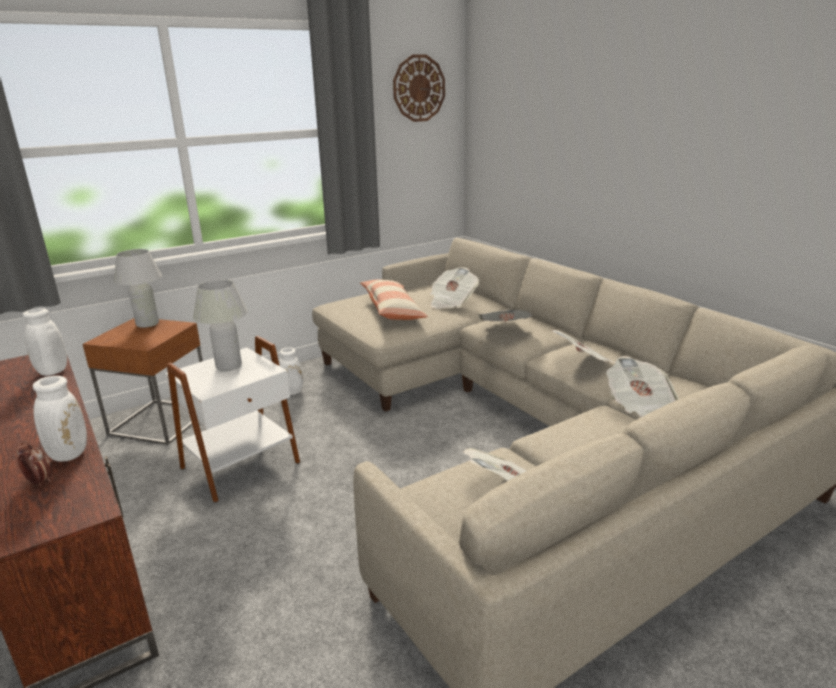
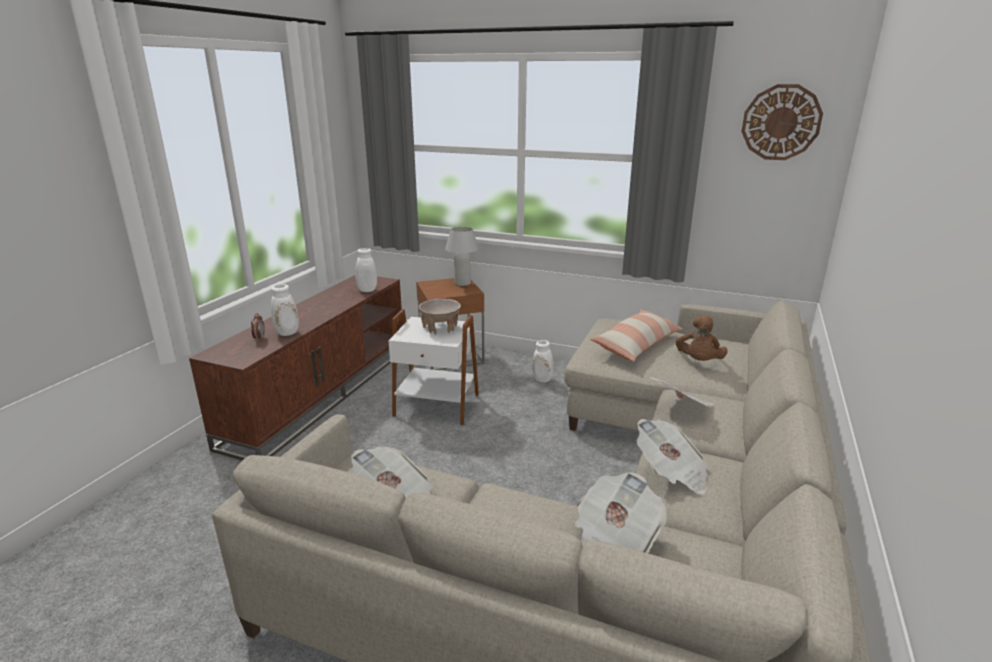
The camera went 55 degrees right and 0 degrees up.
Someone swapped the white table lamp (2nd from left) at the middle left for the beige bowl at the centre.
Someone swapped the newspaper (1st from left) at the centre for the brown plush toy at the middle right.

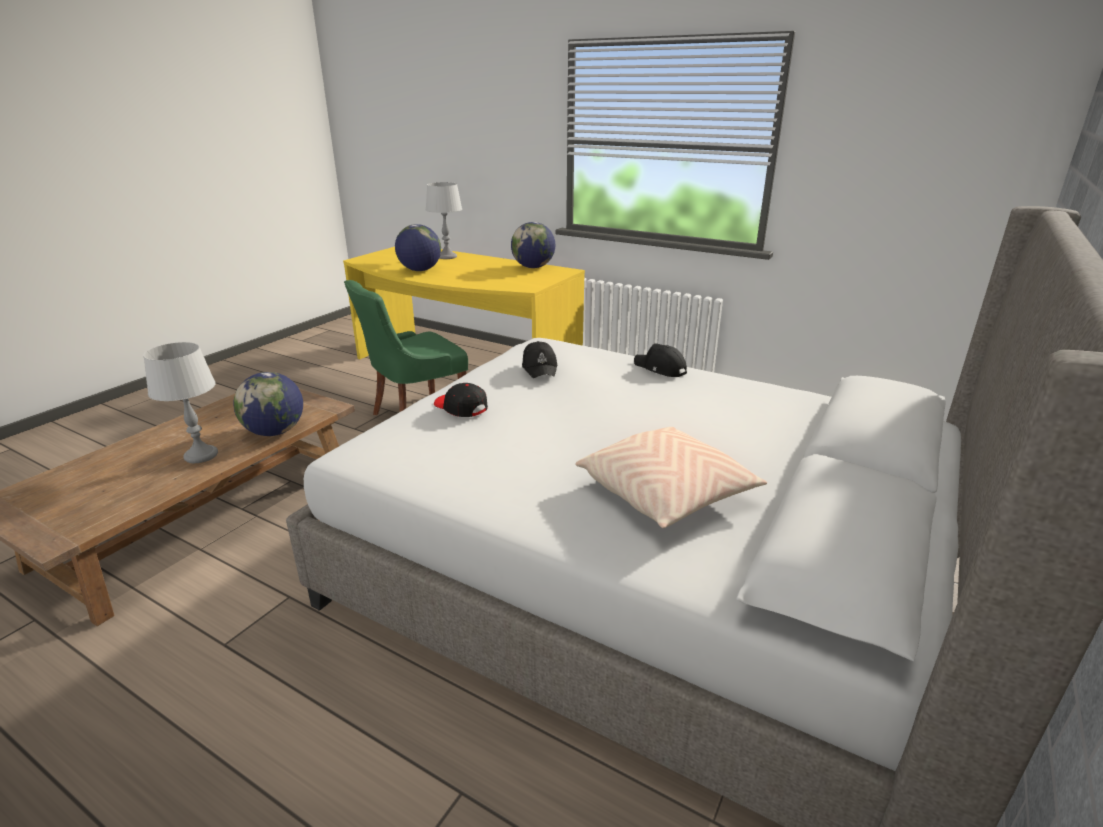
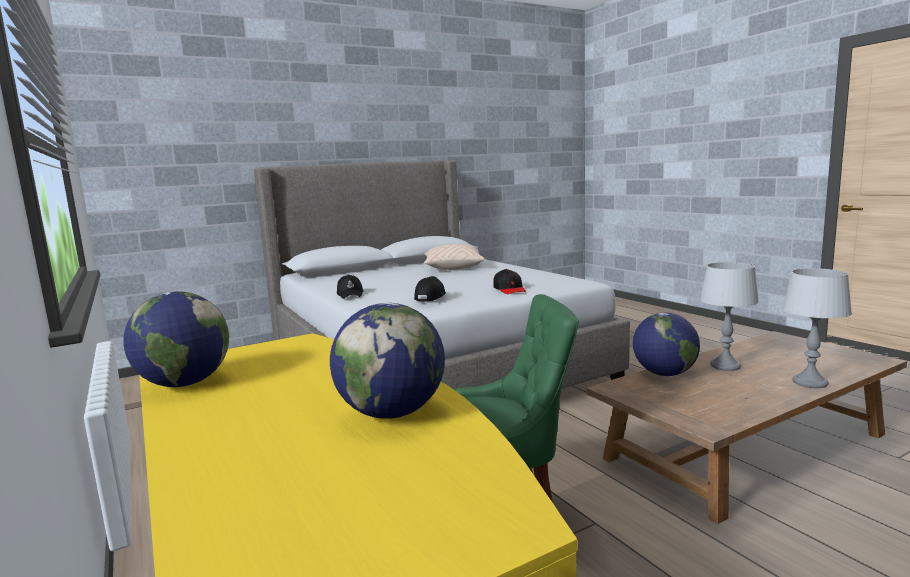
The camera went 150 degrees left and 15 degrees down.
Someone carried the grey table lamp (2nd from left) from the top centre to the middle right.

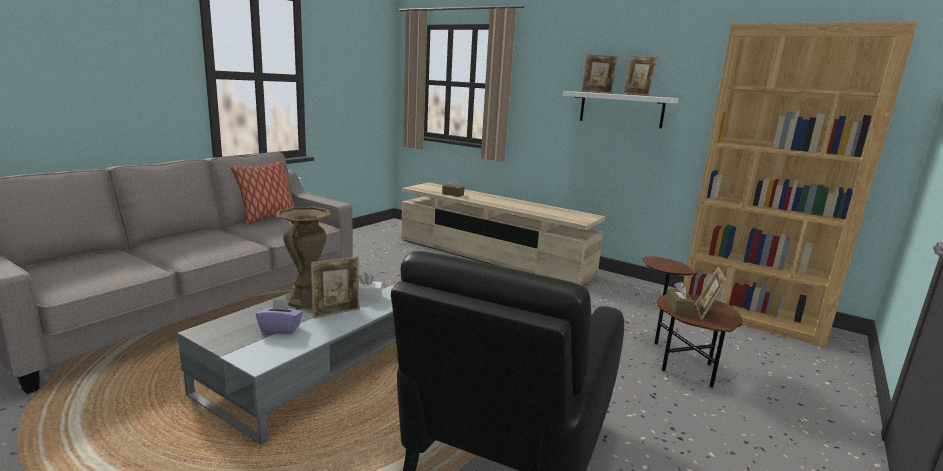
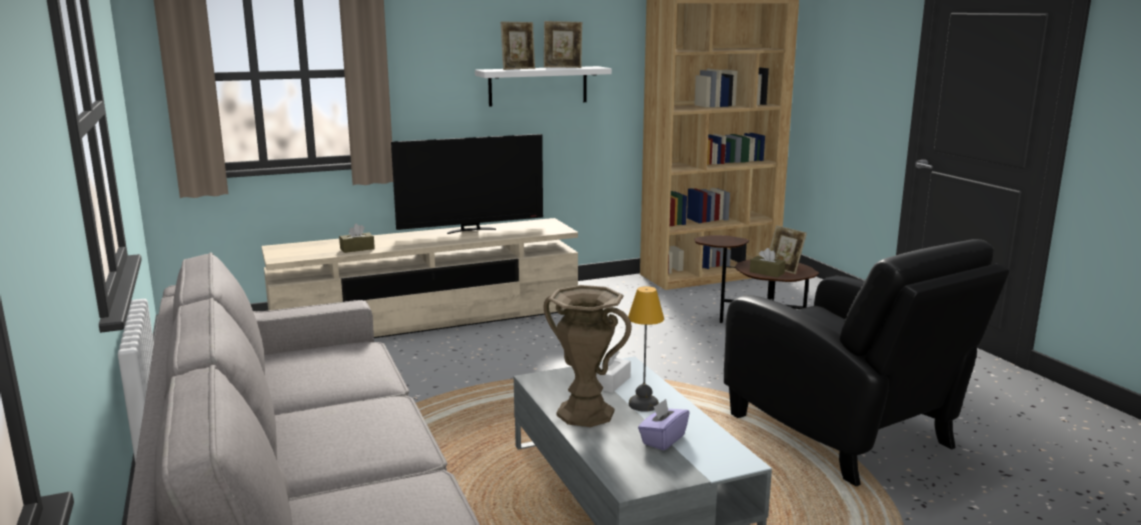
The camera went 55 degrees left and 0 degrees up.
Someone put down the television at the centre.
Someone swapped the picture frame (1st from left) at the centre for the table lamp at the centre.
Someone took away the pillow at the middle left.

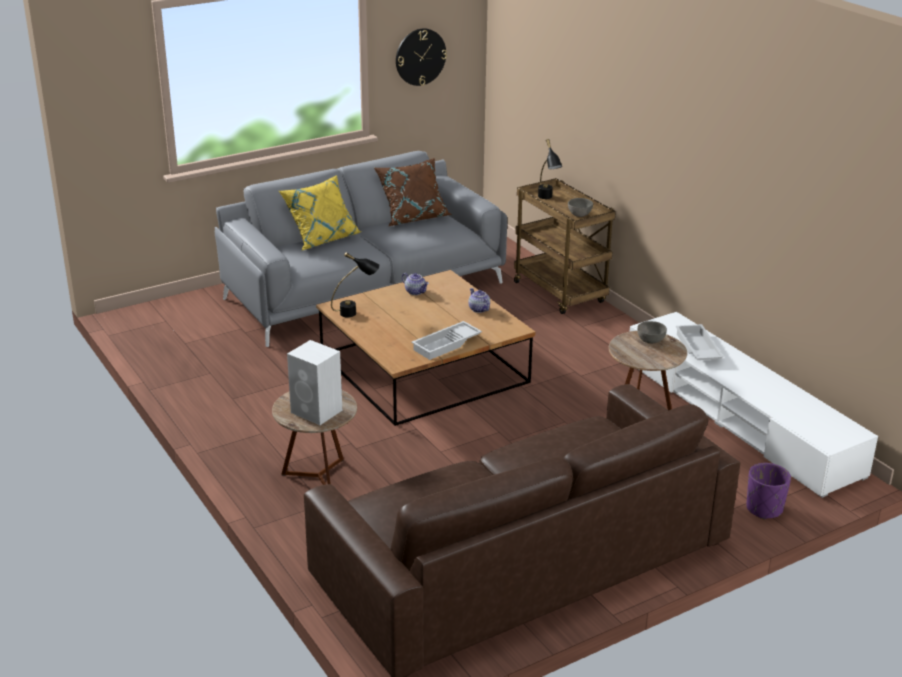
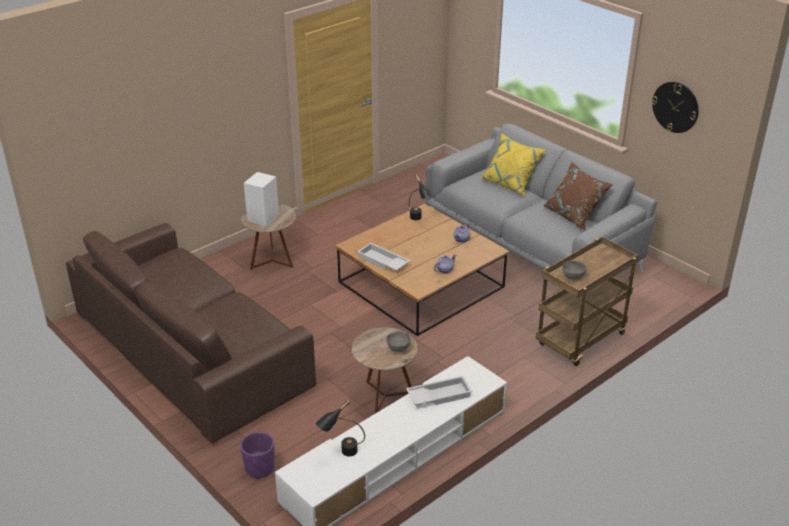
The camera went 80 degrees right and 5 degrees up.
Someone carried the black table lamp (2nd from left in the first image) from the top centre to the bottom centre.

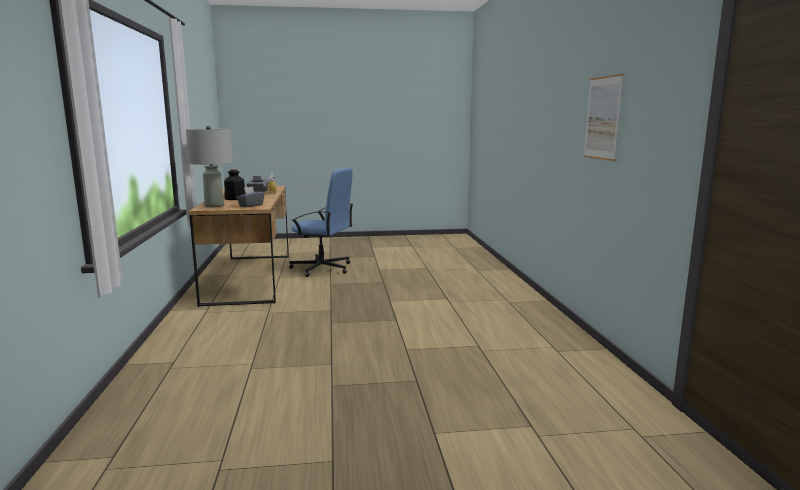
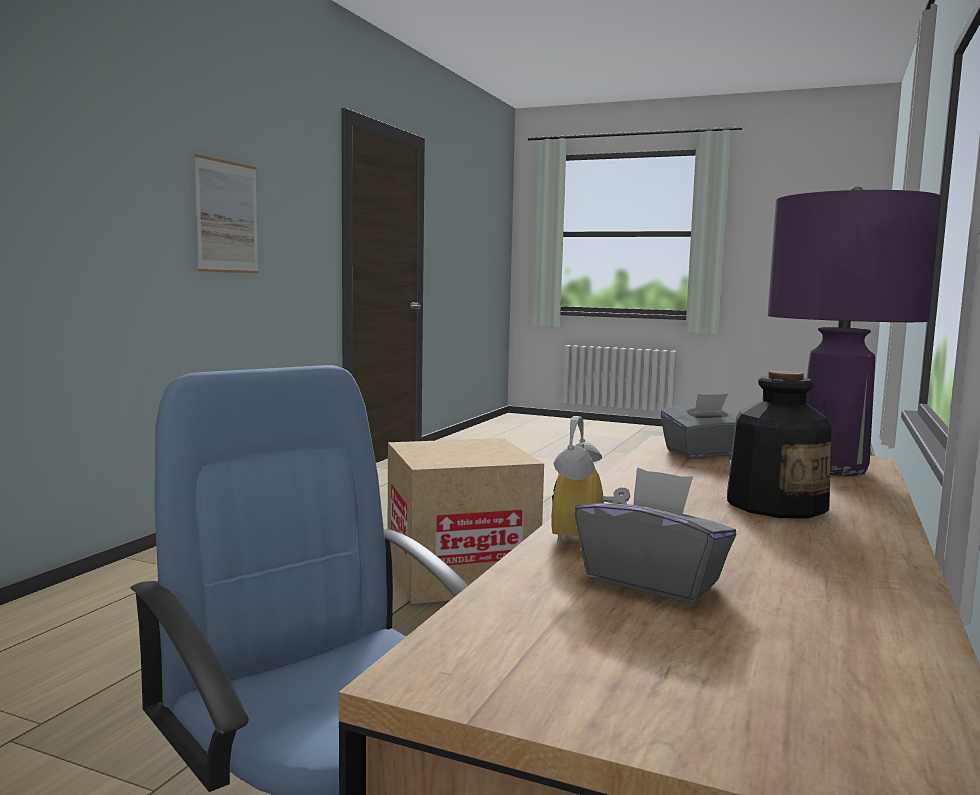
The camera went 150 degrees left and 5 degrees down.
Someone put down the cardboard box at the centre.
Someone repainted the grey table lamp at the middle left, which became the purple table lamp at the middle right.

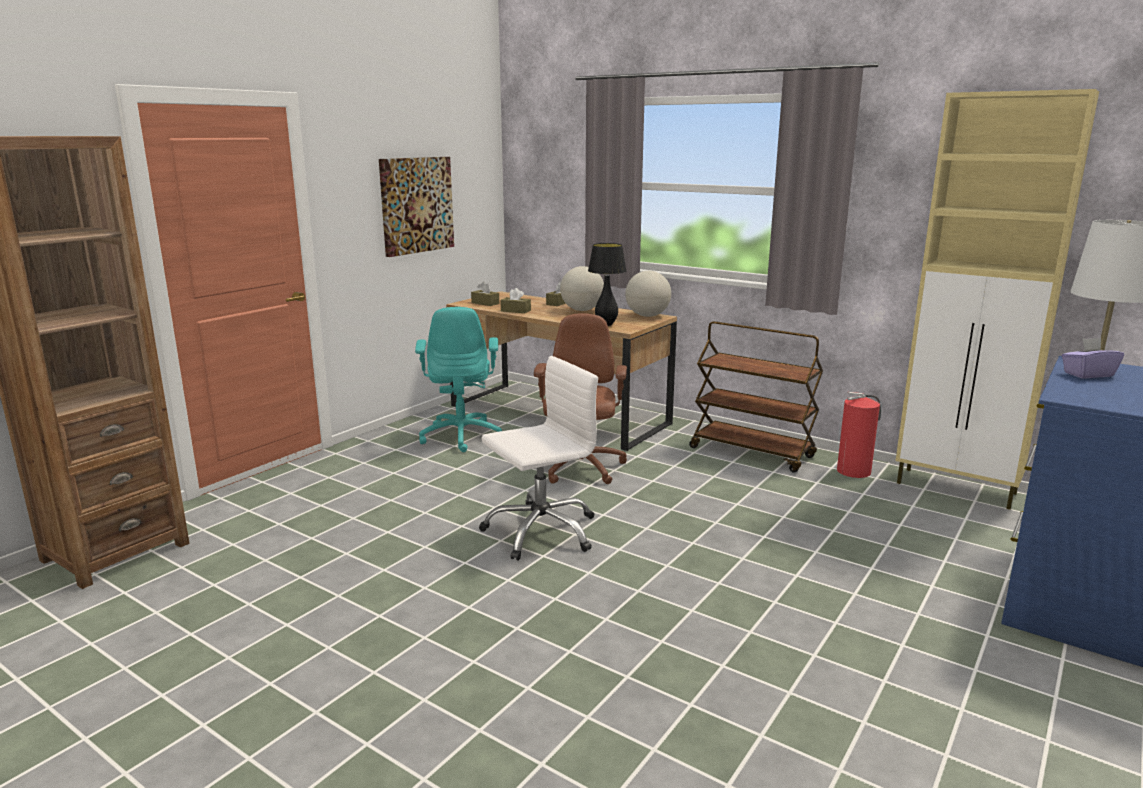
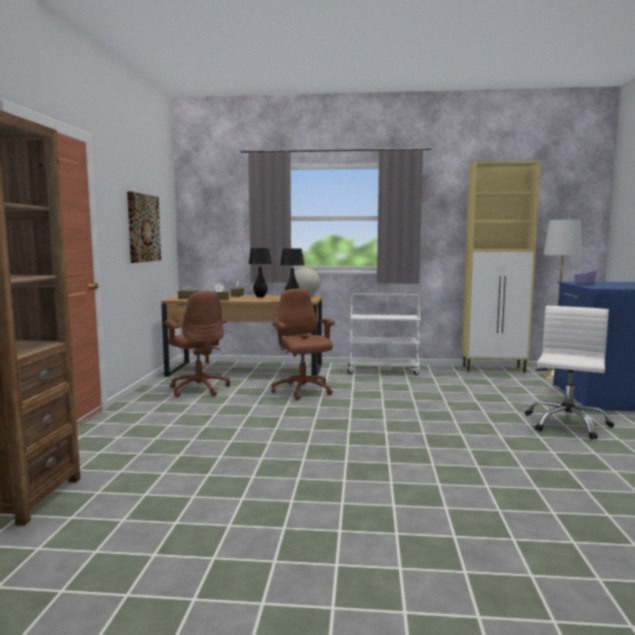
The camera went 30 degrees left and 10 degrees down.
Someone repainted the turquoise office chair at the centre, which became the brown office chair (1st from left) at the middle left.
Someone swapped the globe (1st from left) at the centre for the black table lamp (1st from left) at the centre.
Someone repainted the brown cart at the centre, which became the white cart at the centre.
Someone carried the white office chair from the centre to the middle right.
Someone took away the fire extinguisher at the middle right.

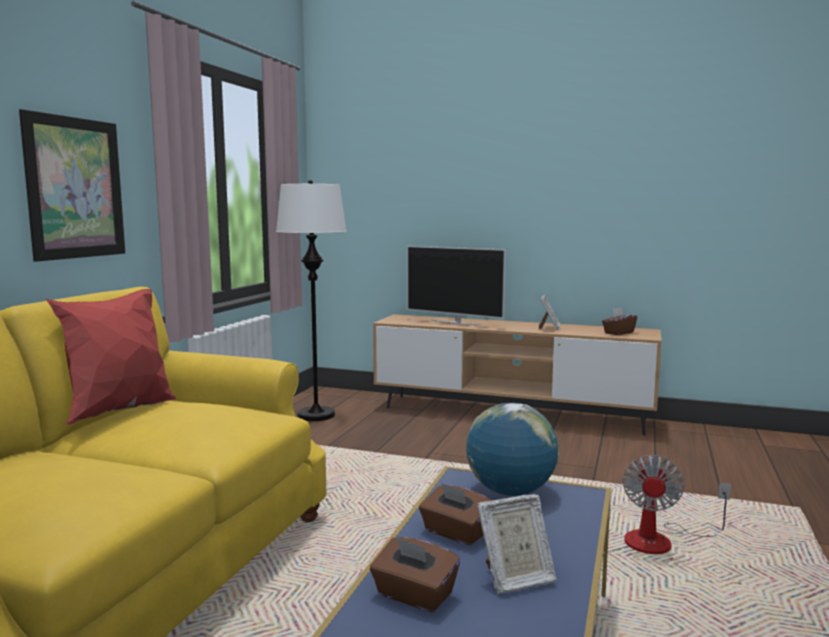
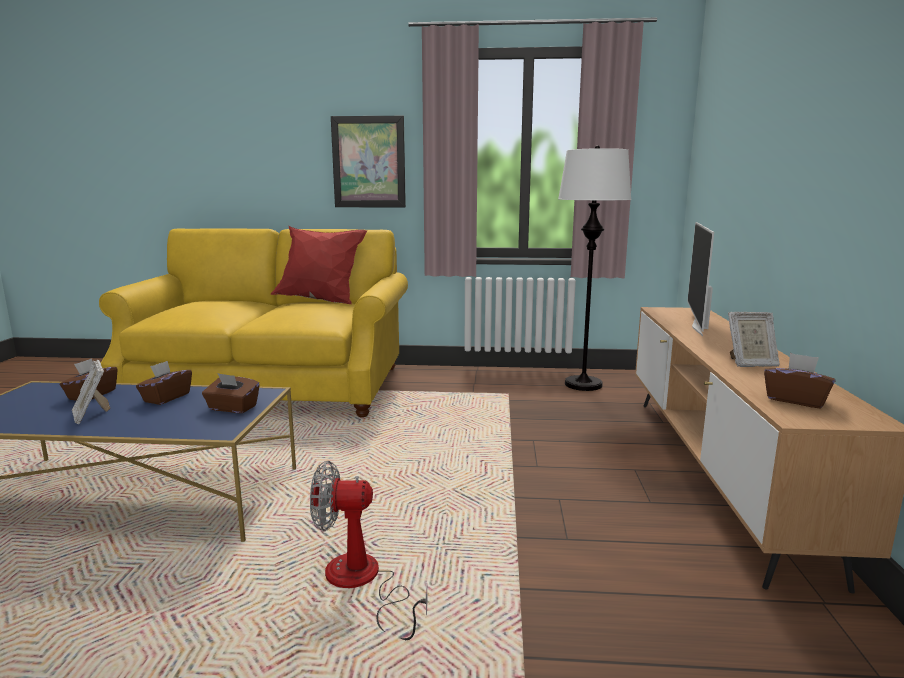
The camera went 75 degrees right and 5 degrees up.
Someone swapped the globe at the bottom centre for the brown tissue box (3rd from left) at the middle left.

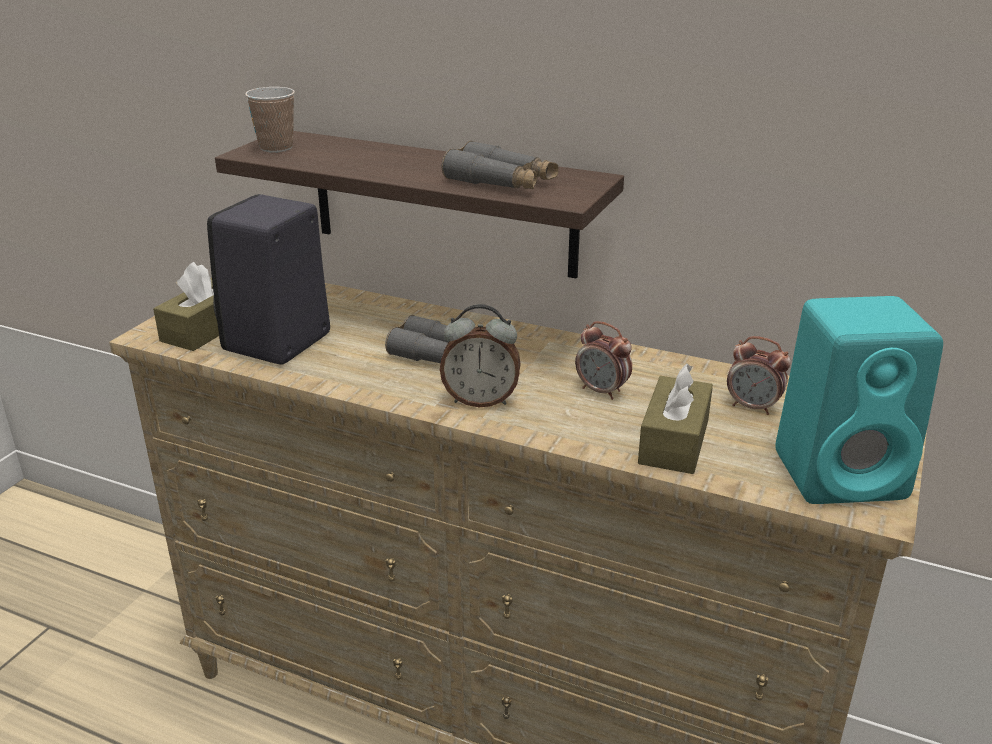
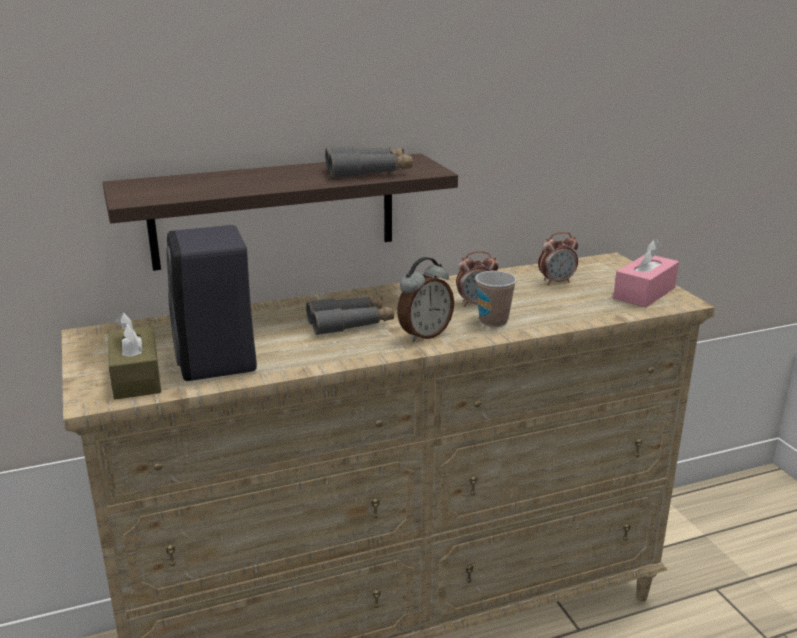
The camera went 45 degrees left and 5 degrees down.
Someone carried the cup from the top left to the centre.
Someone swapped the turquoise speaker at the middle right for the pink tissue box at the middle right.
Someone took away the brown tissue box (2nd from left) at the middle right.

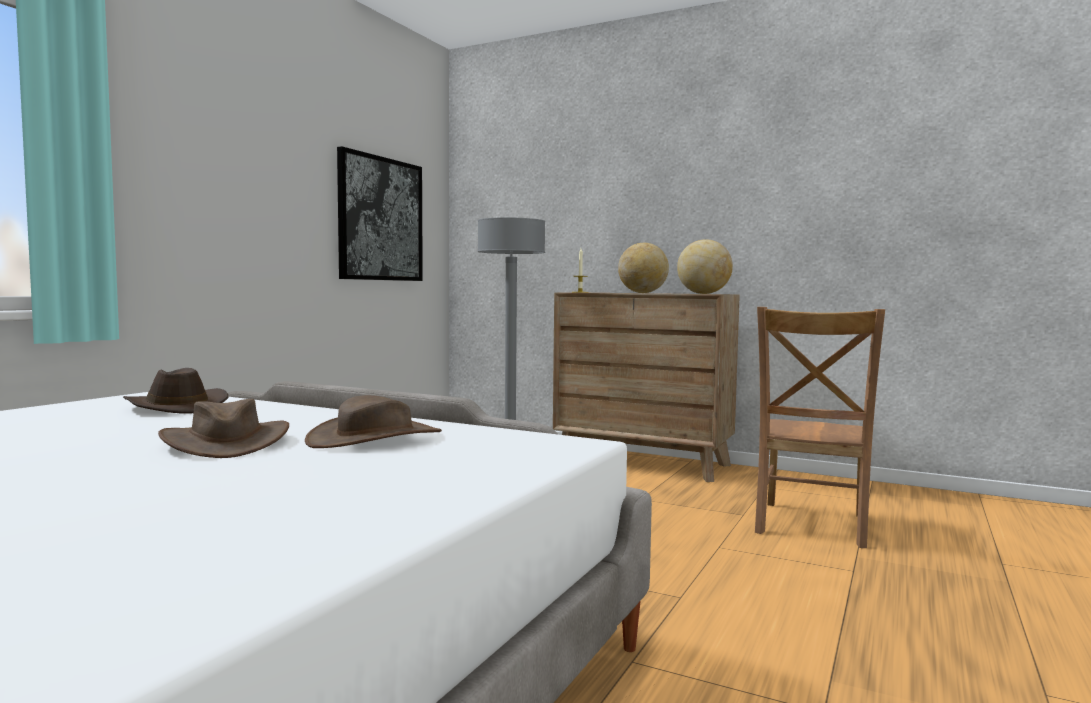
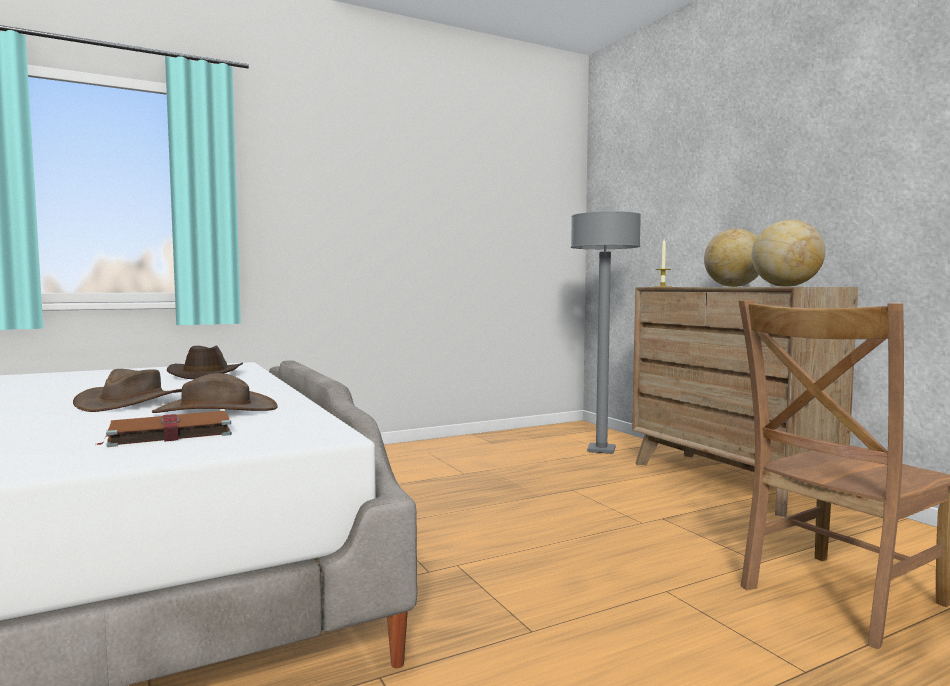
The camera went 35 degrees right and 0 degrees up.
Someone put down the brown book at the middle left.
Someone took away the picture at the top centre.

